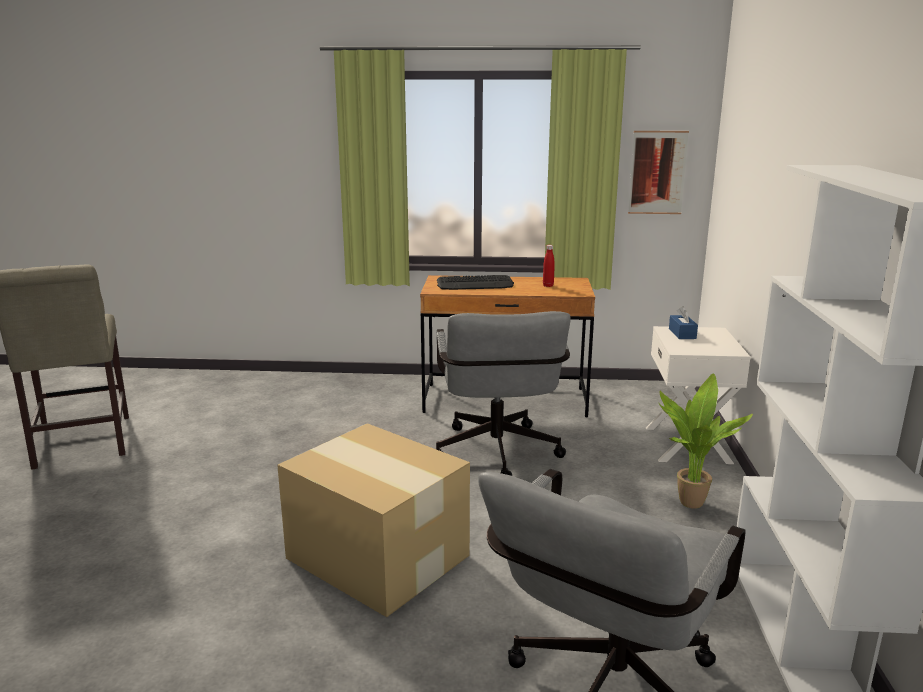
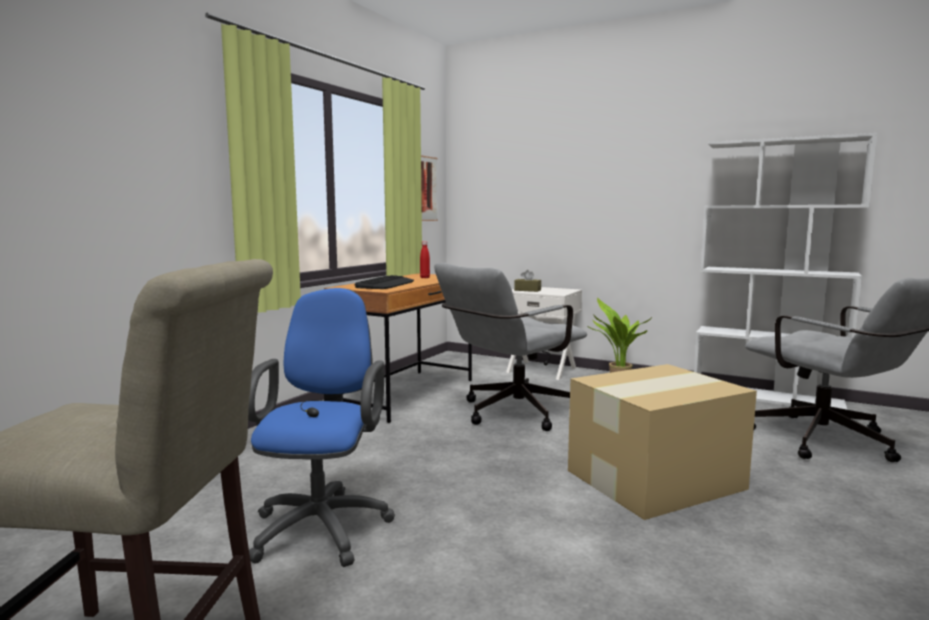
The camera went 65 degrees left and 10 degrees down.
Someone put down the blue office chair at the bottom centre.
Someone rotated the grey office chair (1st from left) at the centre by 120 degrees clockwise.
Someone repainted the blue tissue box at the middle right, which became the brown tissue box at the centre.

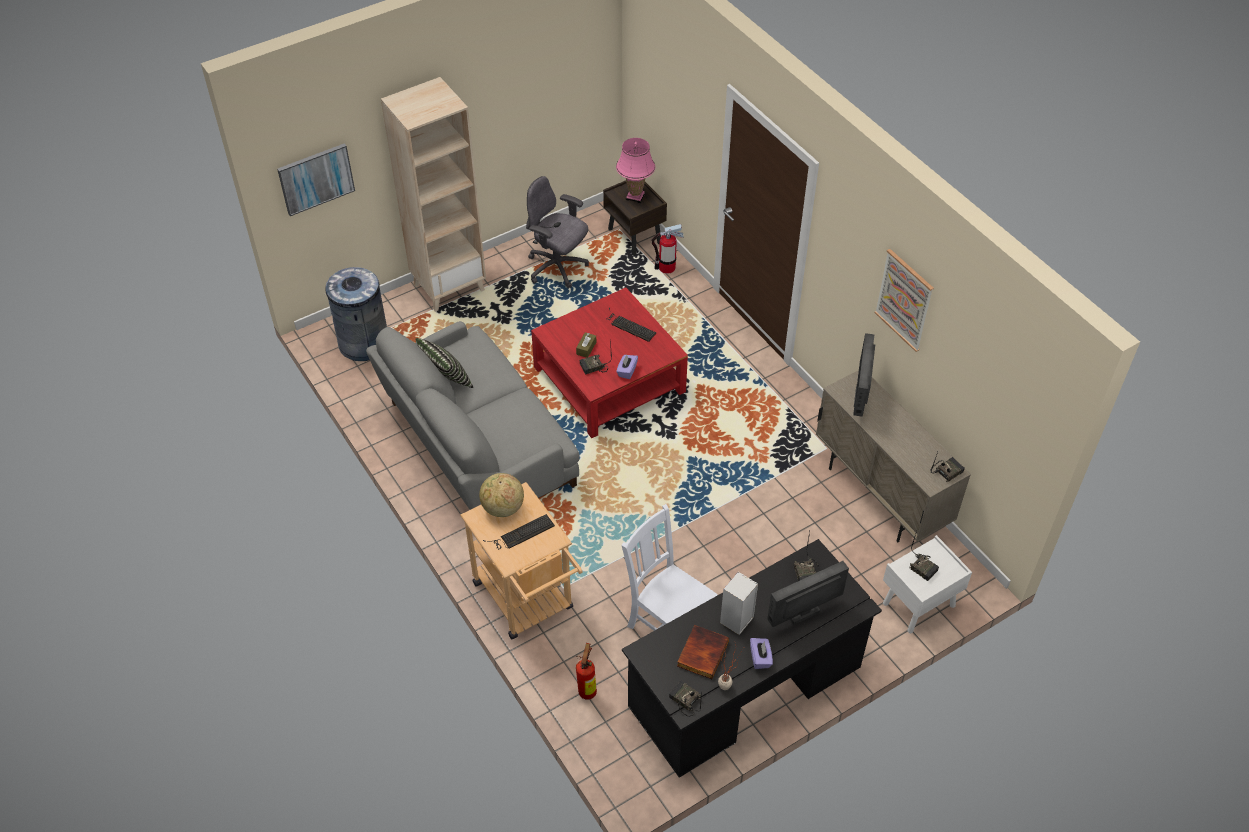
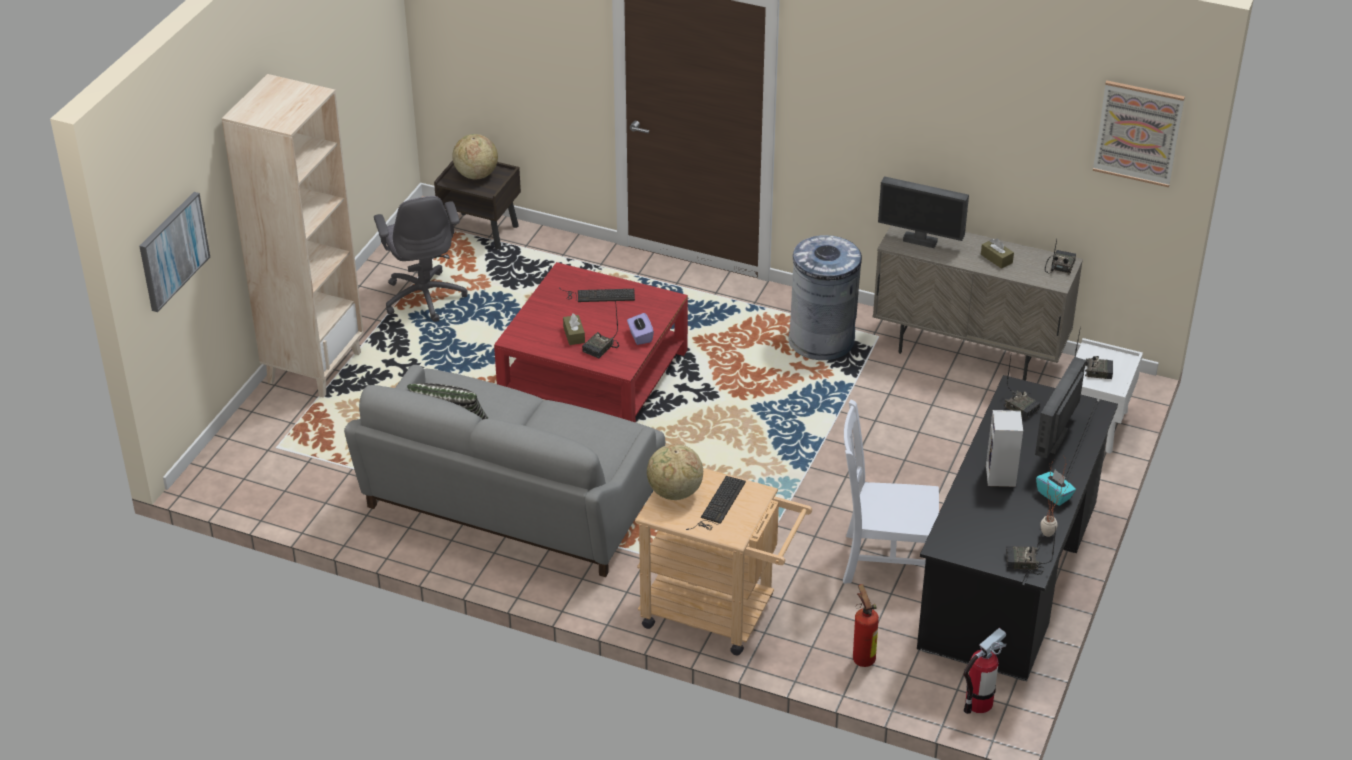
The camera went 35 degrees left and 10 degrees down.
Someone rotated the grey office chair at the top centre by 105 degrees counterclockwise.
Someone swapped the pink table lamp at the top centre for the globe (1st from left) at the top centre.
Someone carried the grey trash can from the middle left to the centre.
Someone rotated the monitor (2nd from left in the first image) at the middle right by 45 degrees counterclockwise.
Someone carried the fire extinguisher (2nd from left) from the top centre to the bottom right.
Someone put down the brown tissue box (2nd from left) at the top right.
Someone repainted the purple tissue box (2nd from left) at the bottom centre, which became the turquoise tissue box at the middle right.
Someone carried the picture (2nd from left) from the middle right to the top right.
Someone took away the book at the bottom centre.

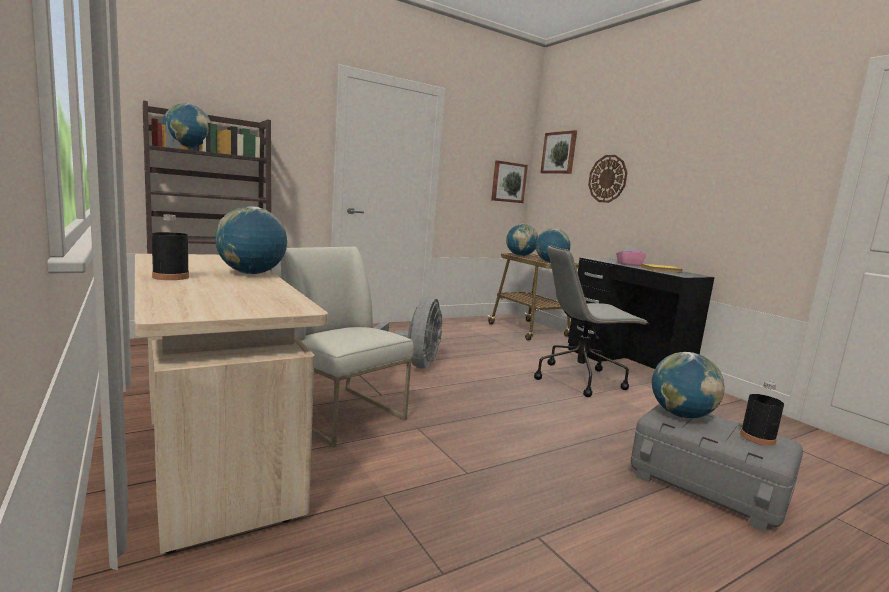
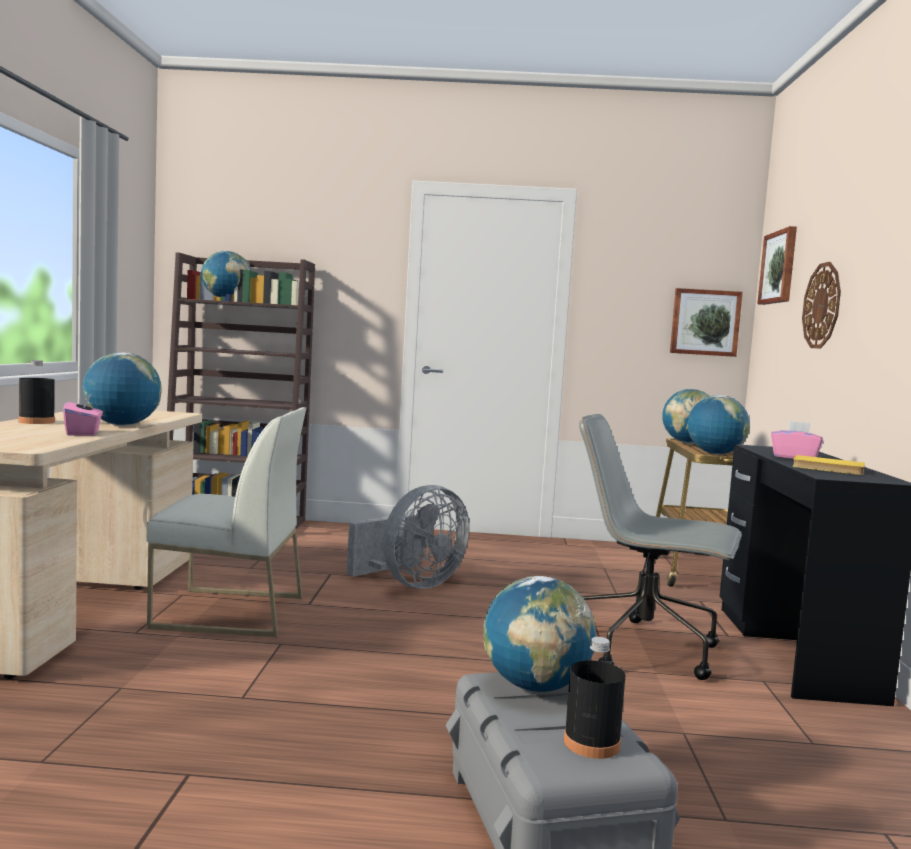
The camera went 35 degrees right and 5 degrees down.
Someone put down the pink tissue box (1st from left) at the middle left.
Someone rotated the white chair at the centre by 105 degrees clockwise.

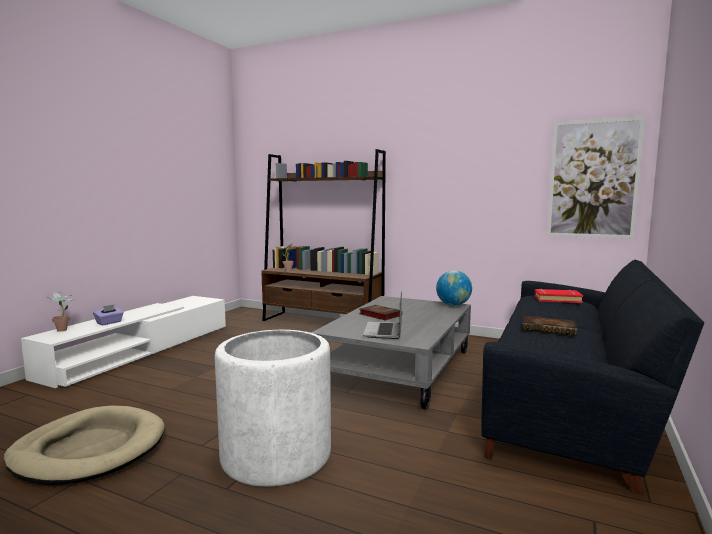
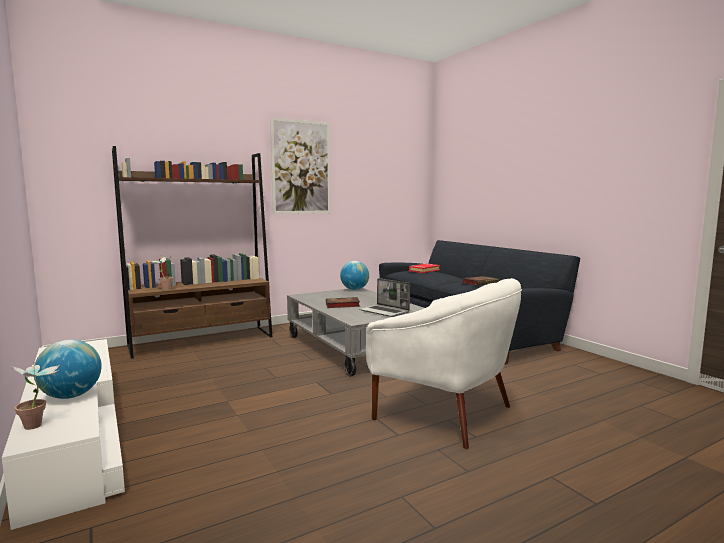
The camera went 55 degrees left and 0 degrees up.
Someone swapped the purple tissue box at the middle left for the globe (1st from left) at the bottom left.
Someone carried the picture from the top right to the top centre.
Someone swapped the white planter at the bottom centre for the white armchair at the bottom centre.
Someone took away the beige dog bed at the bottom left.

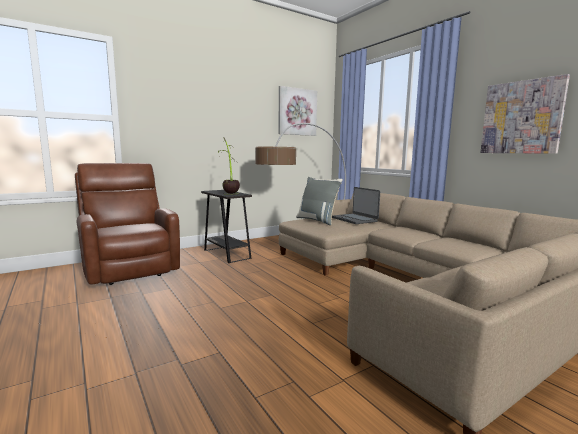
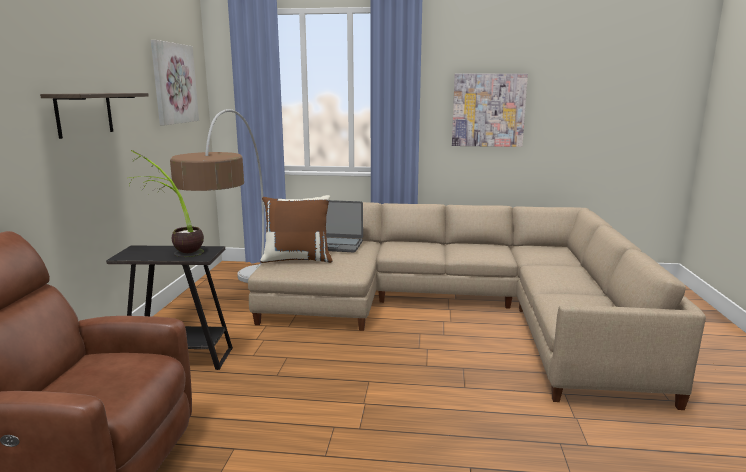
The camera went 50 degrees left and 5 degrees up.
Someone put up the shelf at the top left.
Someone repainted the grey pillow at the centre, which became the brown pillow at the centre.

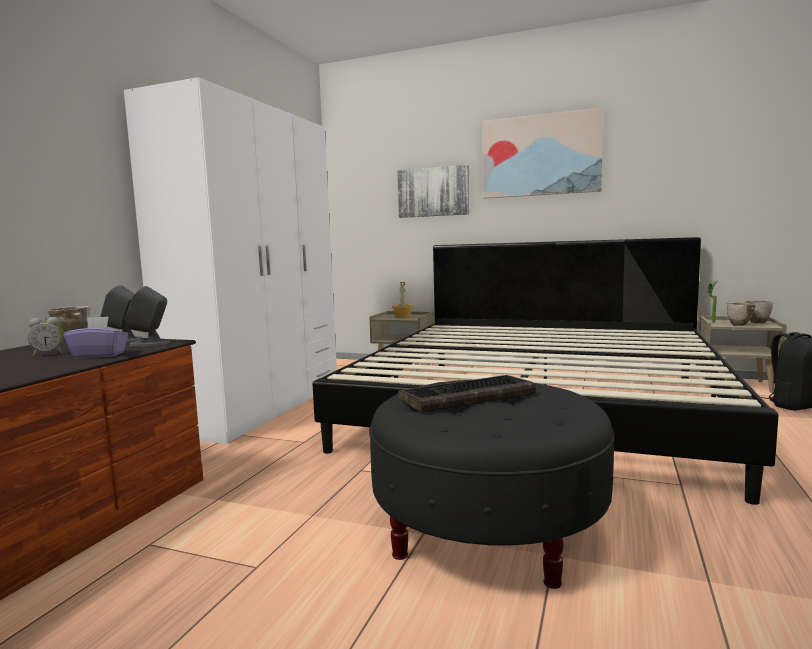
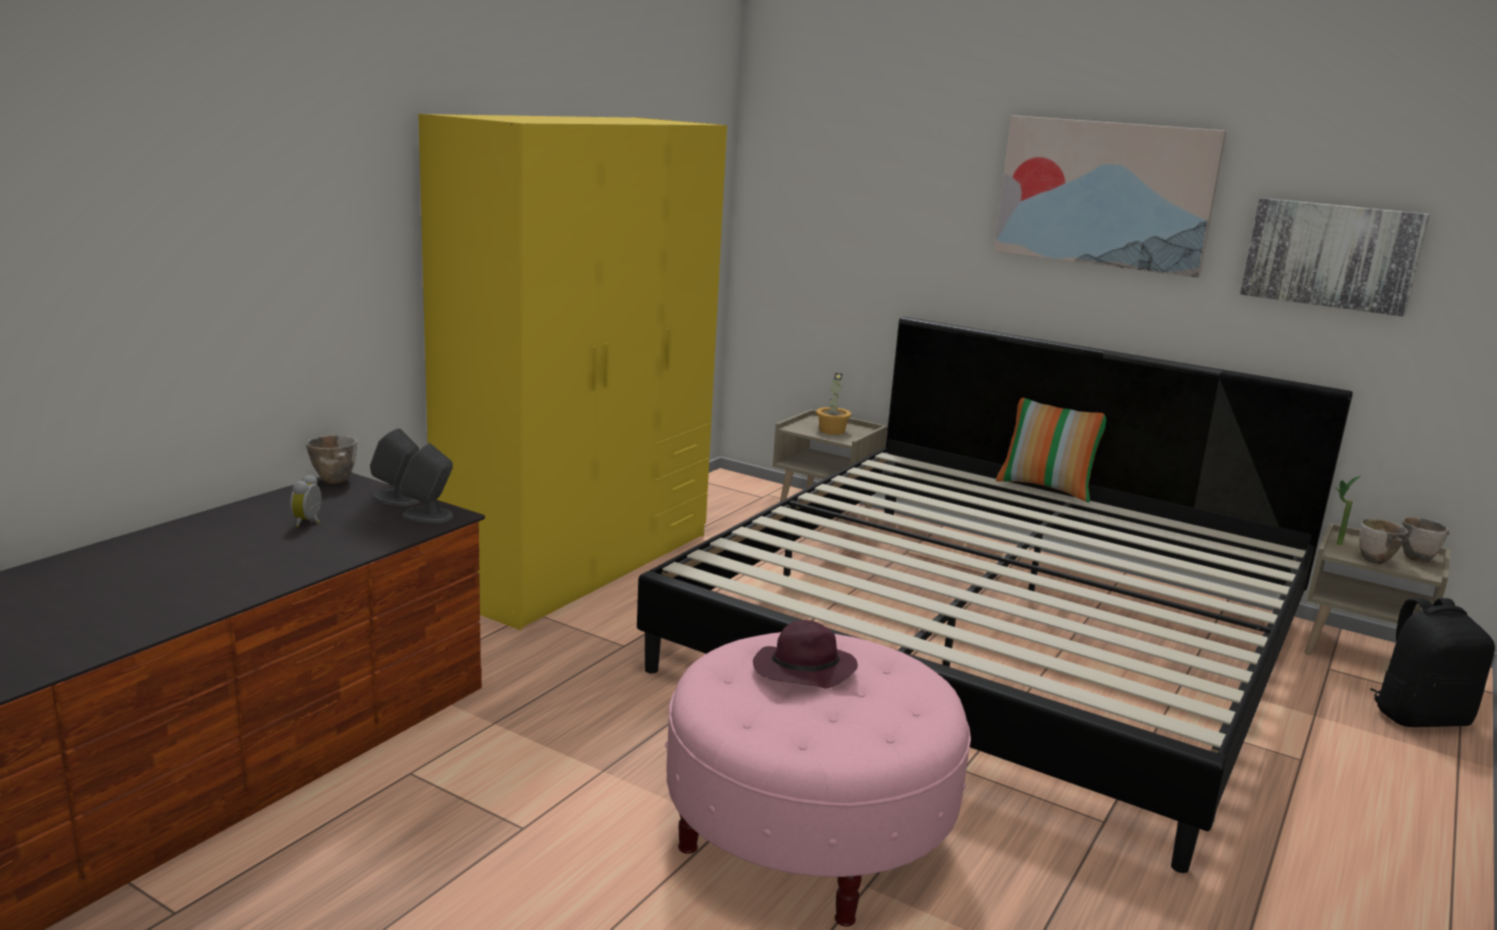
The camera went 10 degrees right and 10 degrees up.
Someone rotated the alarm clock at the middle left by 105 degrees clockwise.
Someone repainted the white wardrobe at the middle left, which became the yellow wardrobe at the centre.
Someone repainted the black ottoman at the bottom centre, which became the pink ottoman at the bottom centre.
Someone swapped the keyboard at the centre for the purple hat at the bottom centre.
Someone put down the pillow at the middle right.
Someone carried the picture (1st from left in the first image) from the top centre to the top right.
Someone took away the purple tissue box at the middle left.

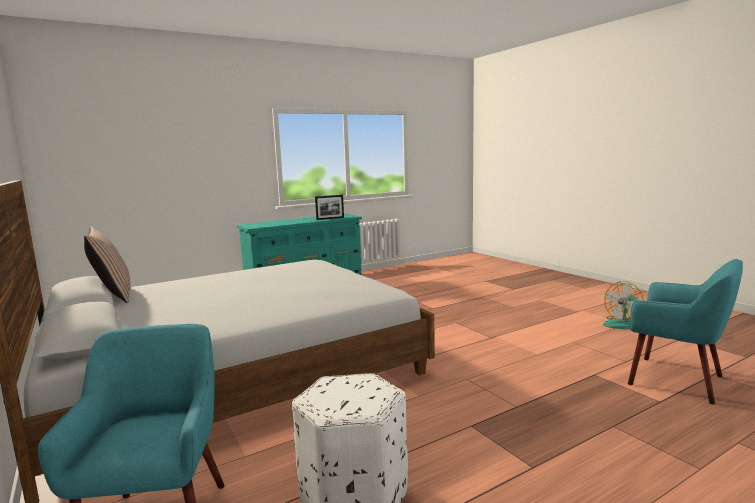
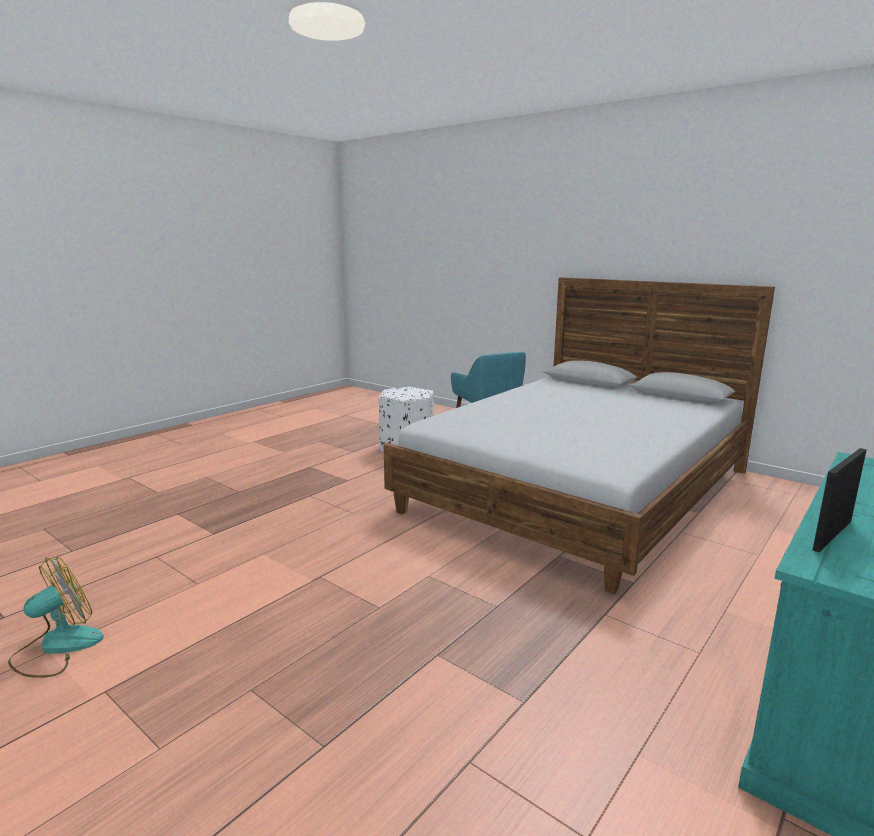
The camera went 160 degrees right and 5 degrees up.
Someone took away the pillow at the middle left.
Someone took away the turquoise armchair (2nd from left) at the middle right.

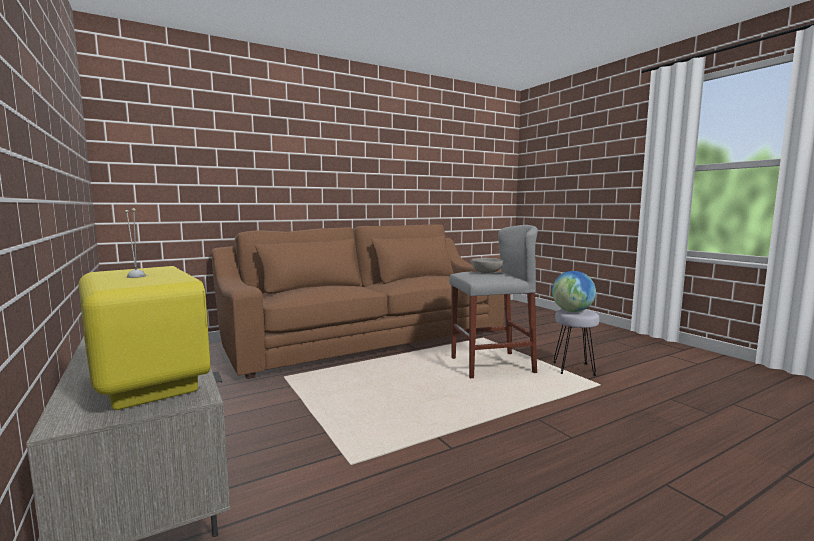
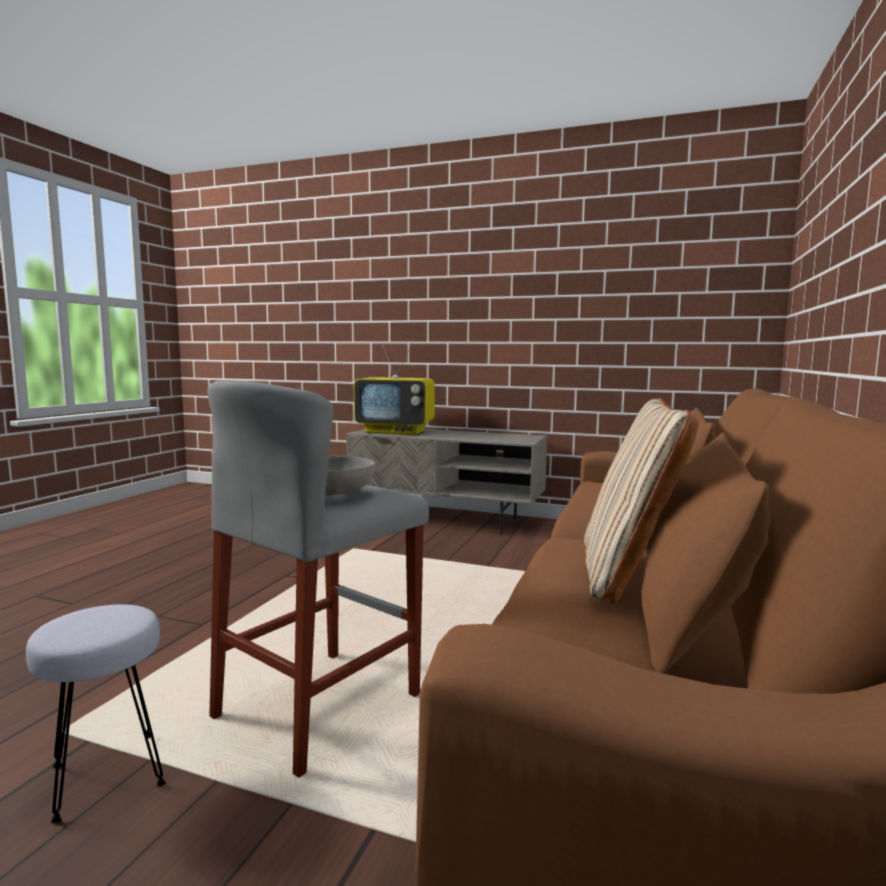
The camera went 140 degrees right and 0 degrees up.
Someone put down the beige pillow at the middle right.
Someone took away the globe at the middle right.

